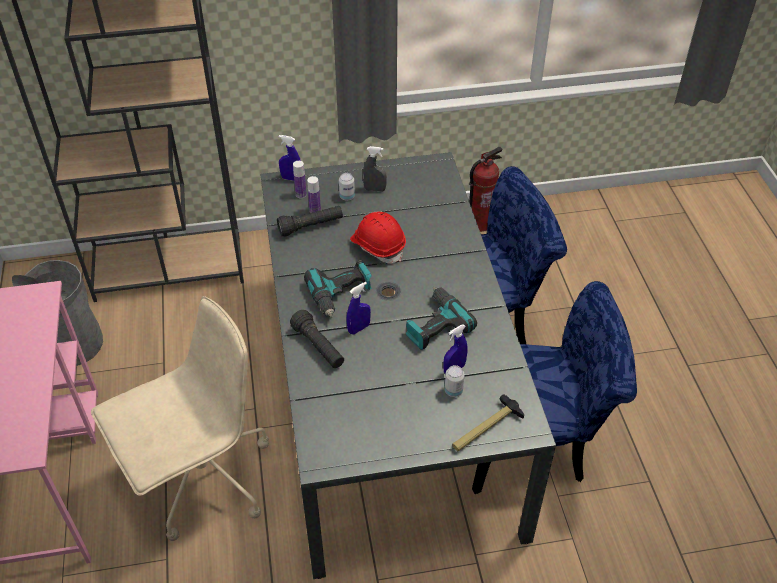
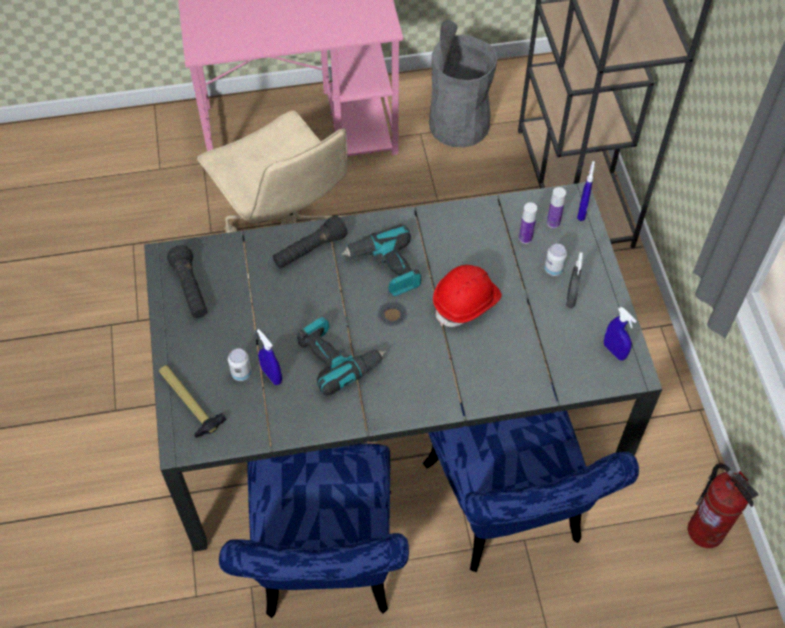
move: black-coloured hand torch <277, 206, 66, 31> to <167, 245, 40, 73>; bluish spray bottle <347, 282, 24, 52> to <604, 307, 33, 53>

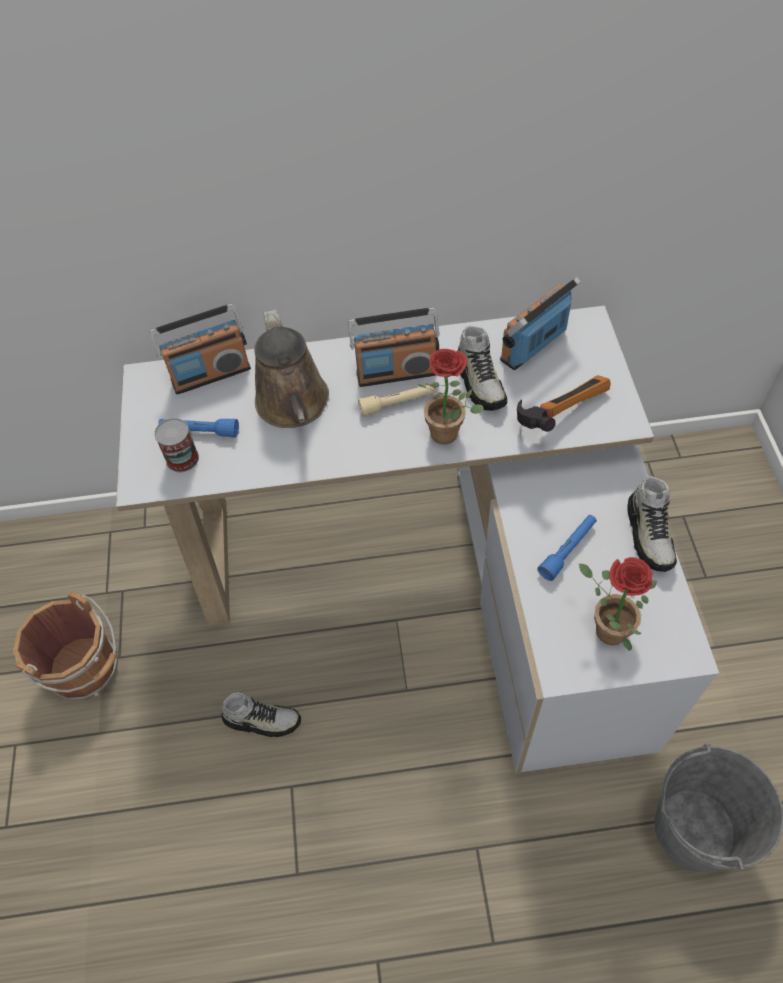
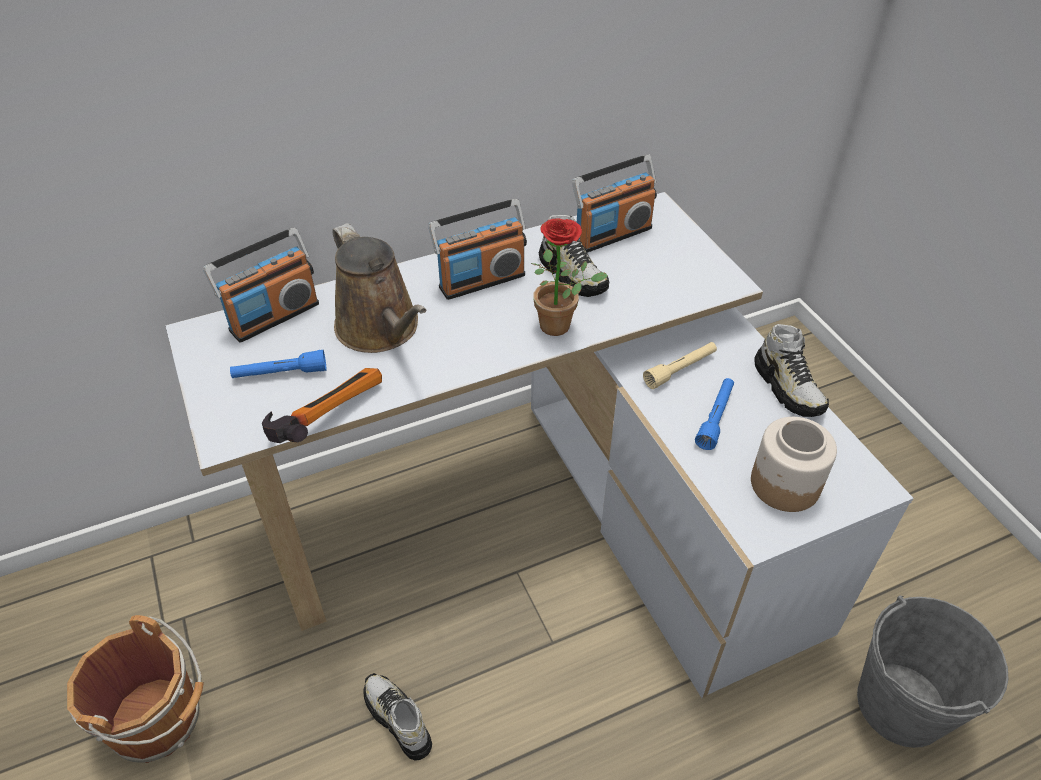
delete: sealed can <154, 418, 45, 54>
move: beige hand torch <358, 384, 78, 33> to <643, 342, 74, 47>; hammer <517, 375, 94, 57> to <262, 368, 120, 75>
replace: potted plant <579, 557, 78, 94> to preserve jar <751, 417, 86, 95>
rotate: shoe <221, 692, 80, 45> = <363, 673, 69, 88> 120 degrees counterclockwise; radio <500, 277, 81, 93> = <572, 155, 85, 98> 150 degrees counterclockwise

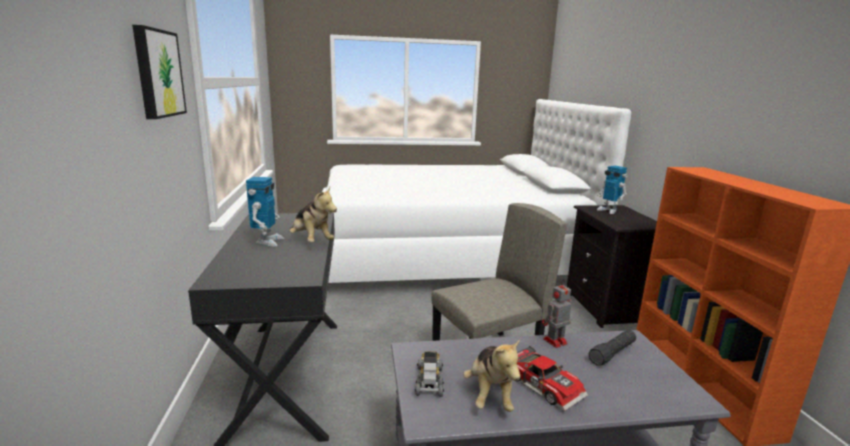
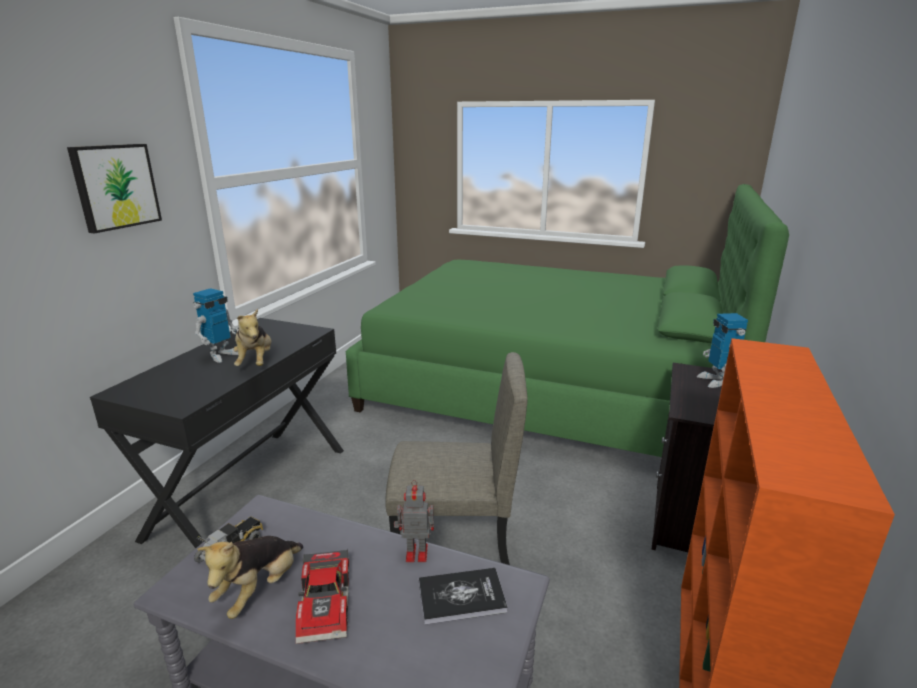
replace: black-coloured hand torch <589, 330, 47, 36> to bound book <419, 568, 89, 57>
recolor: whitish sleeping bed <322, 99, 309, 184> to greenish sleeping bed <346, 184, 443, 273>

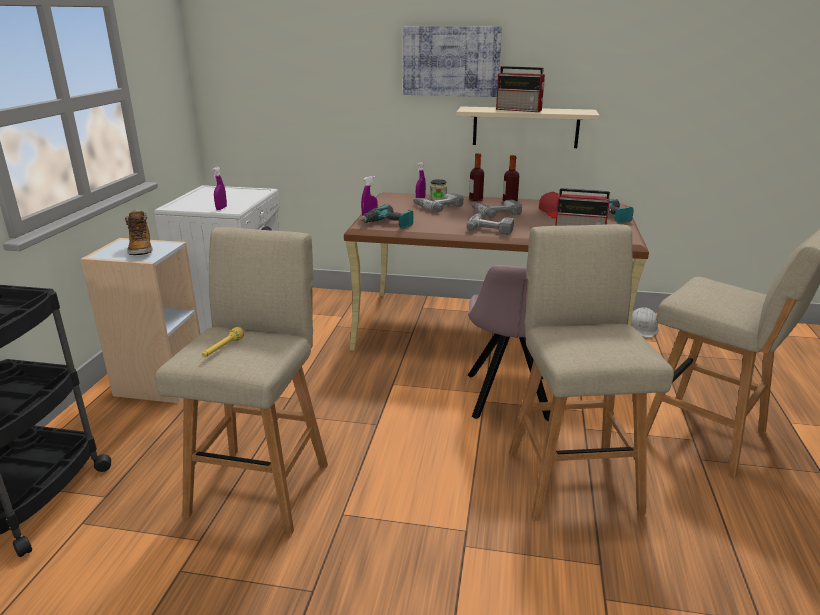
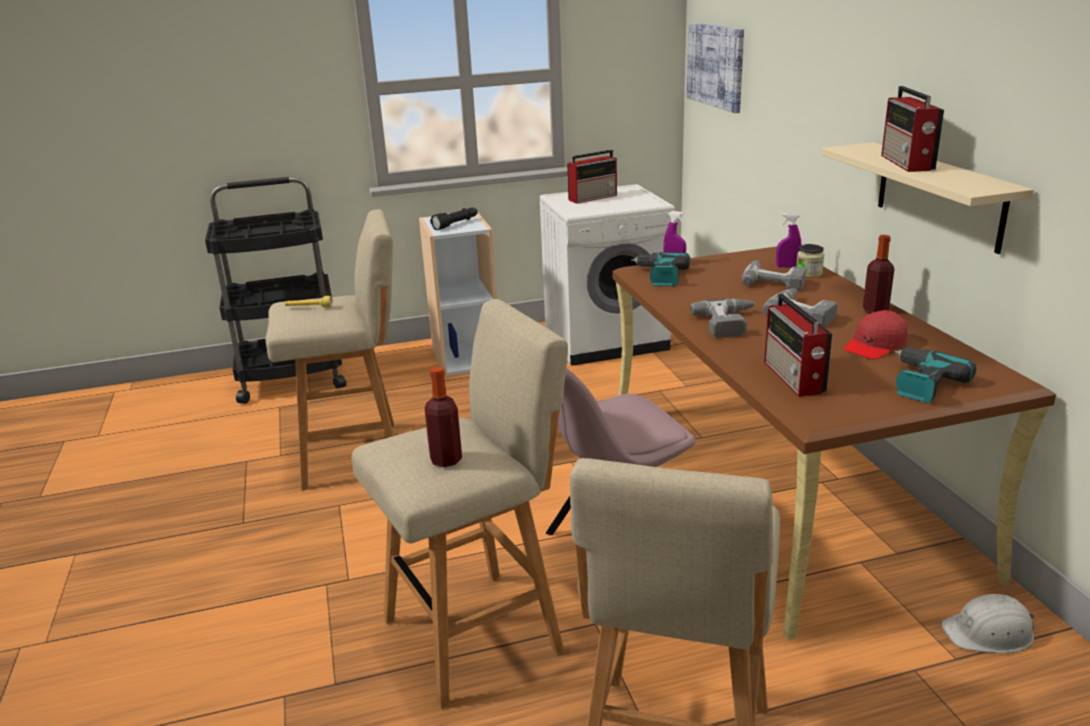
delete: purple spray bottle <212, 167, 15, 43>
insert: radio <567, 150, 50, 54>
move: wall picture <403, 26, 99, 71> to <687, 22, 57, 91>; drink bottle <469, 153, 15, 48> to <424, 366, 38, 101>
replace: boot <125, 210, 27, 45> to black-coloured hand torch <430, 207, 48, 23>

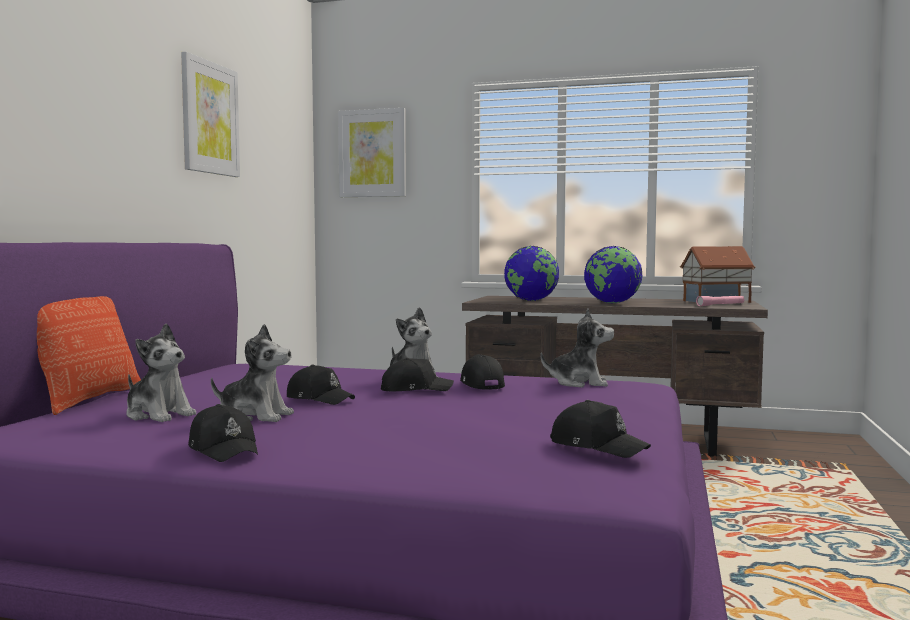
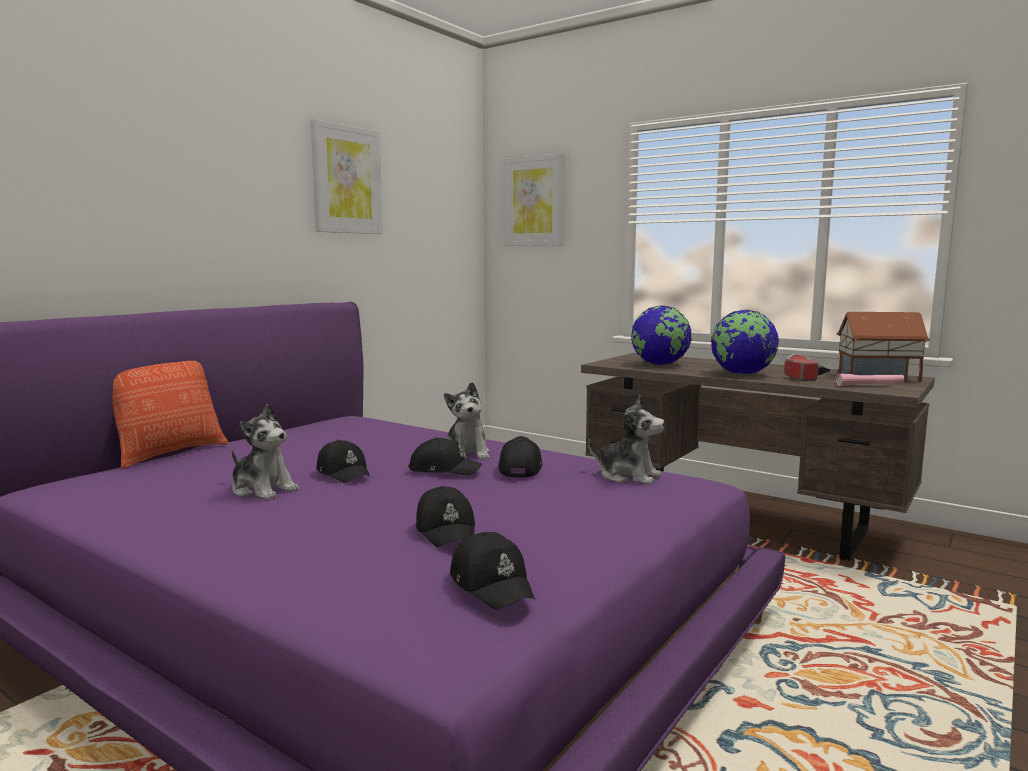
delete: cuddly toy <126, 323, 70, 99>
insert: hand torch <784, 354, 46, 27>
move: black-coloured cap <188, 404, 70, 58> to <416, 486, 59, 61>

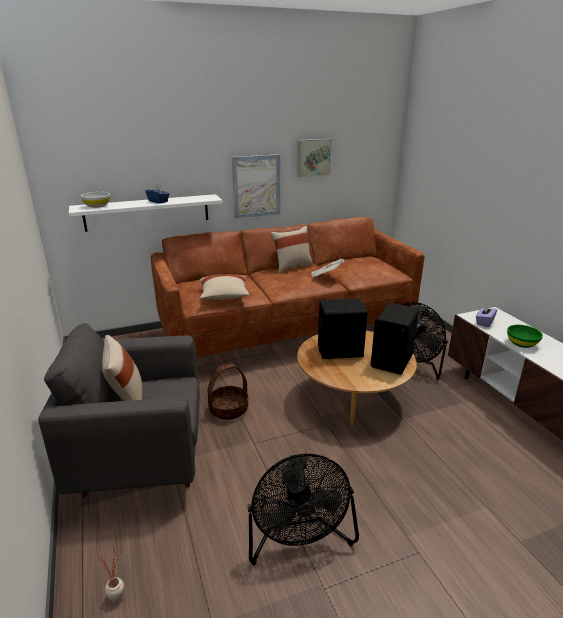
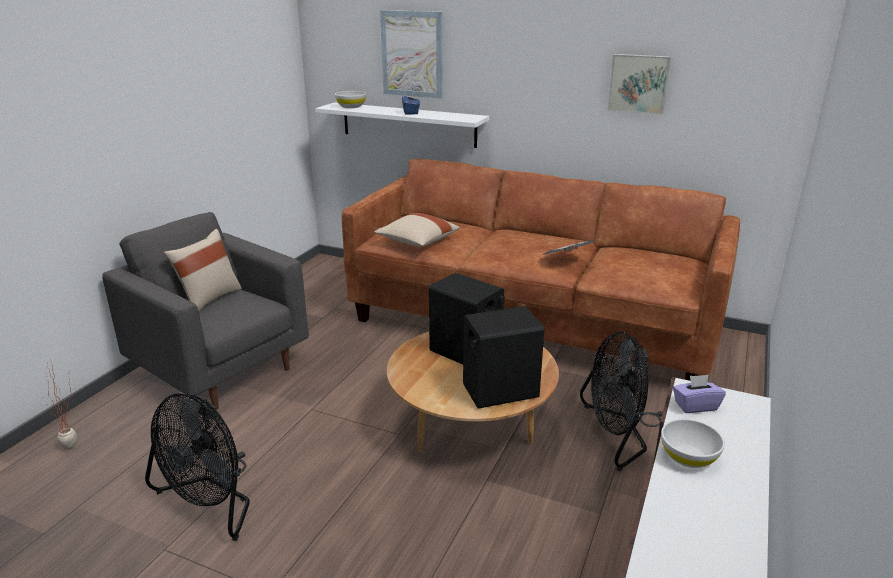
delete: household basket <207, 363, 41, 57>; beige throw pillow <270, 226, 43, 47>
move: wall picture <232, 154, 48, 64> to <380, 10, 63, 88>
recolor: greenish deep dish <507, 325, 36, 23> to whitish deep dish <661, 419, 64, 49>

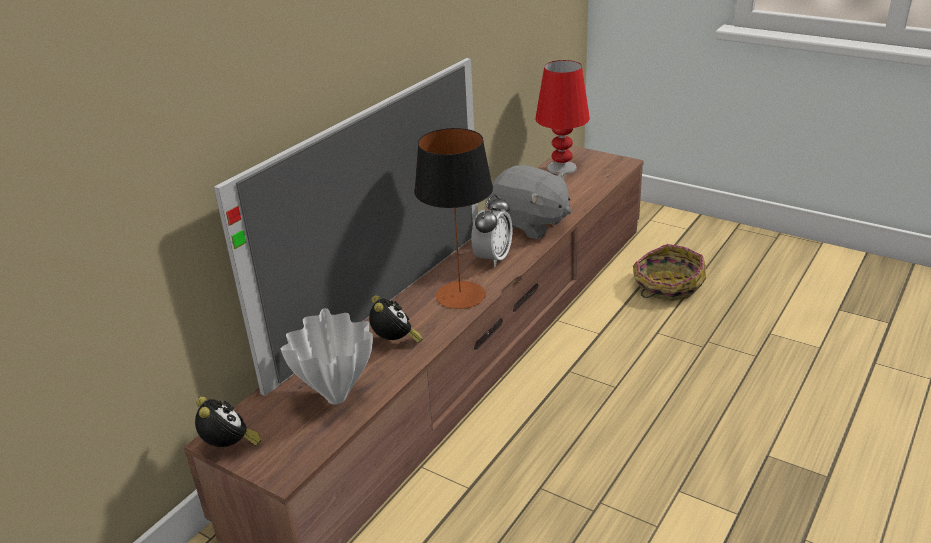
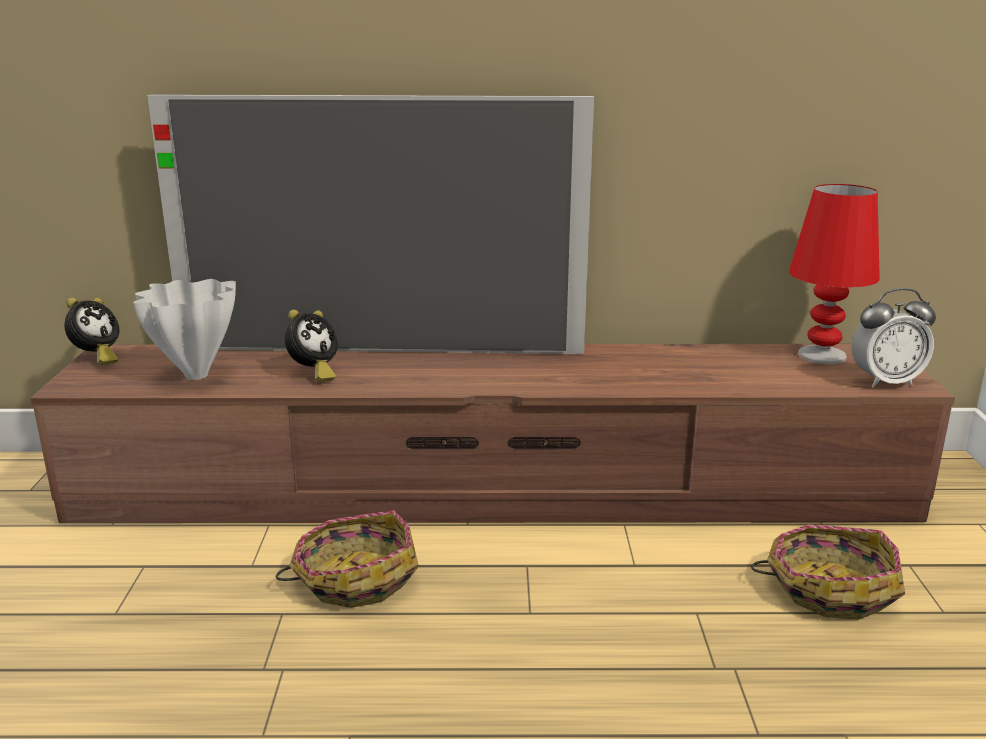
delete: table lamp <414, 128, 79, 181>; grey cuddly toy <488, 165, 83, 74>
insert: household basket <276, 510, 143, 98>
move: alarm clock <471, 194, 42, 73> to <851, 288, 85, 100>

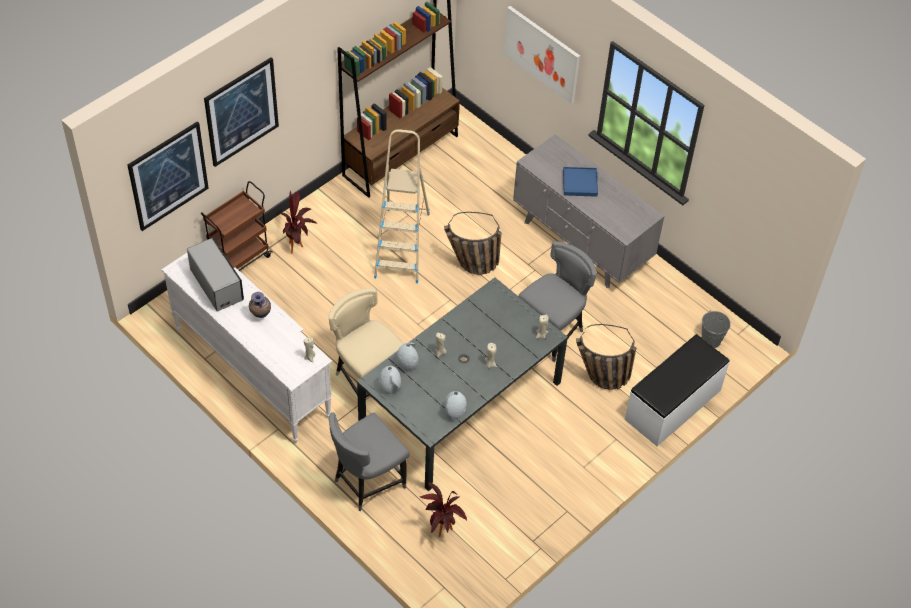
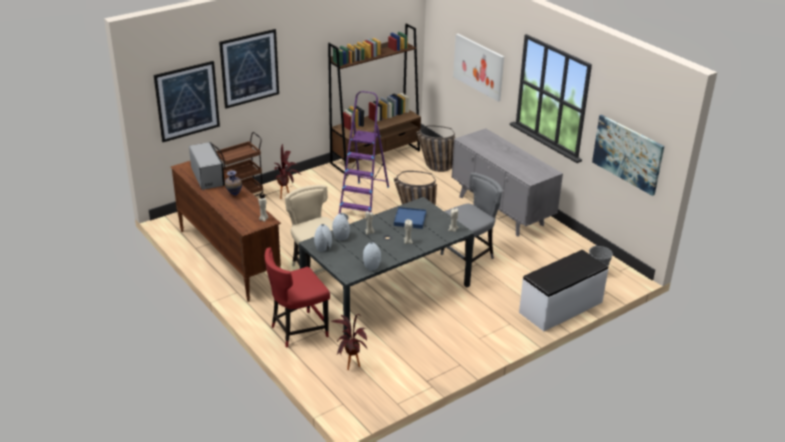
insert: wall picture <592, 115, 72, 81>
move: bluish tray <563, 167, 35, 30> to <394, 207, 32, 22>; household basket <576, 324, 60, 66> to <417, 125, 39, 47>
recolor: whitish cabinet <161, 253, 171, 190> to brown cabinet <170, 161, 111, 141>; grey plain chair <329, 412, 81, 99> to reddish plain chair <265, 247, 65, 100>; beige step stool <374, 129, 56, 154> to purple step stool <339, 91, 50, 122>

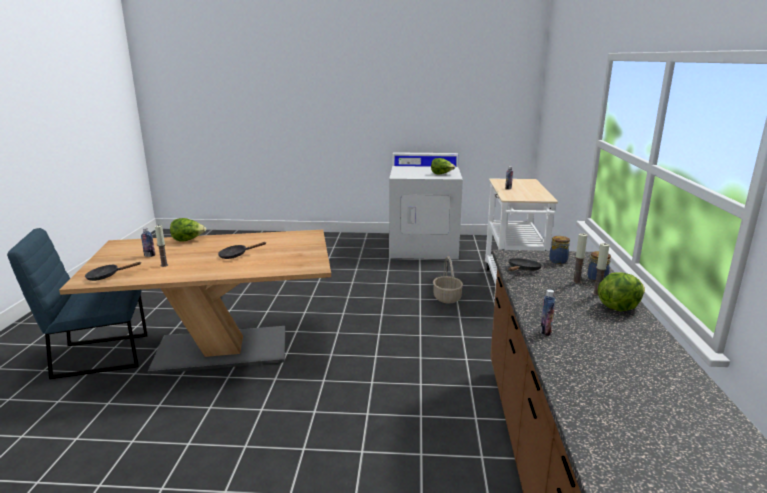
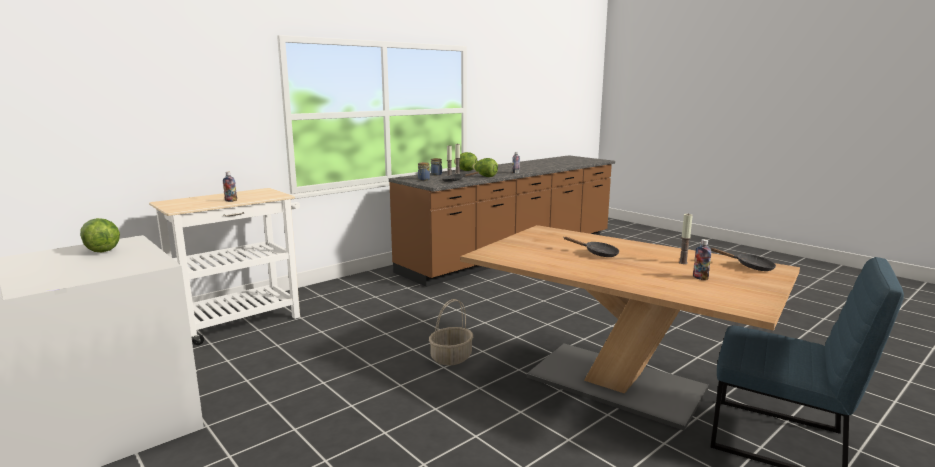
move: lettuce <170, 218, 36, 24> to <472, 158, 26, 19>; household basket <433, 256, 30, 47> to <429, 299, 44, 67>

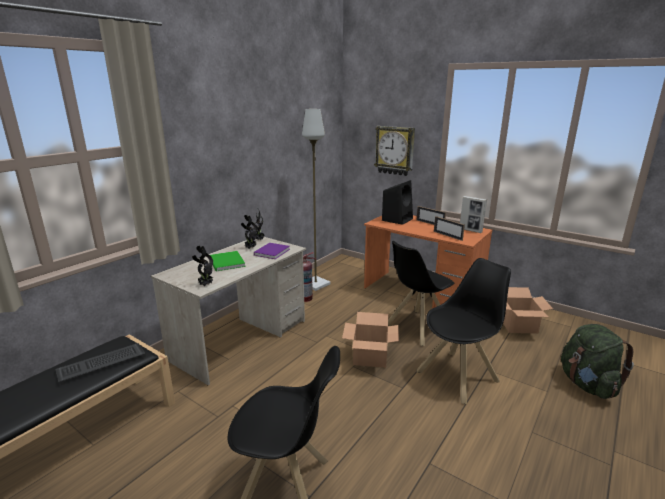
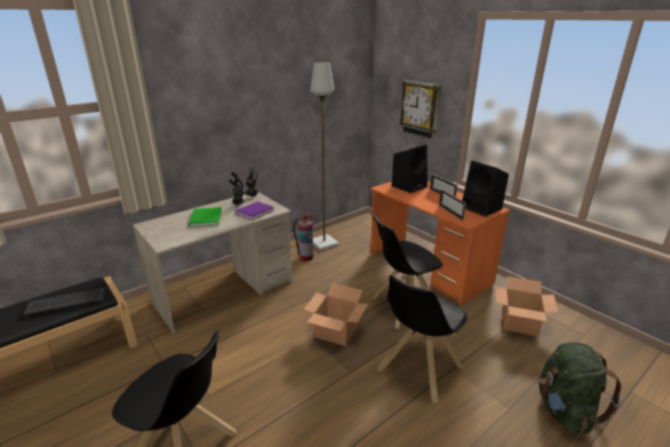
delete: potted plant <192, 246, 21, 40>
replace: picture frame <460, 196, 27, 37> to black-coloured speaker <462, 161, 47, 56>
rotate: black-coloured plain chair <416, 258, 95, 146> = <377, 275, 91, 128> 150 degrees clockwise

